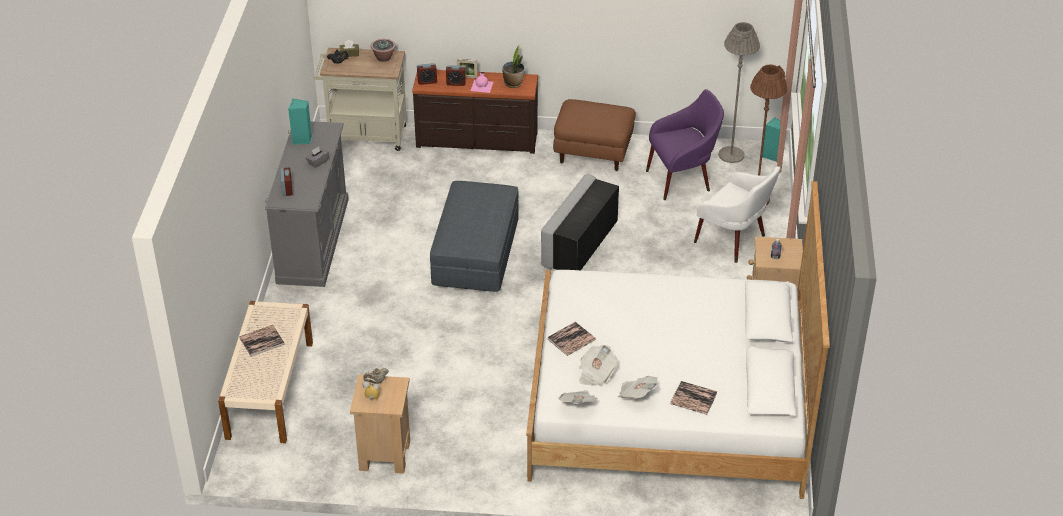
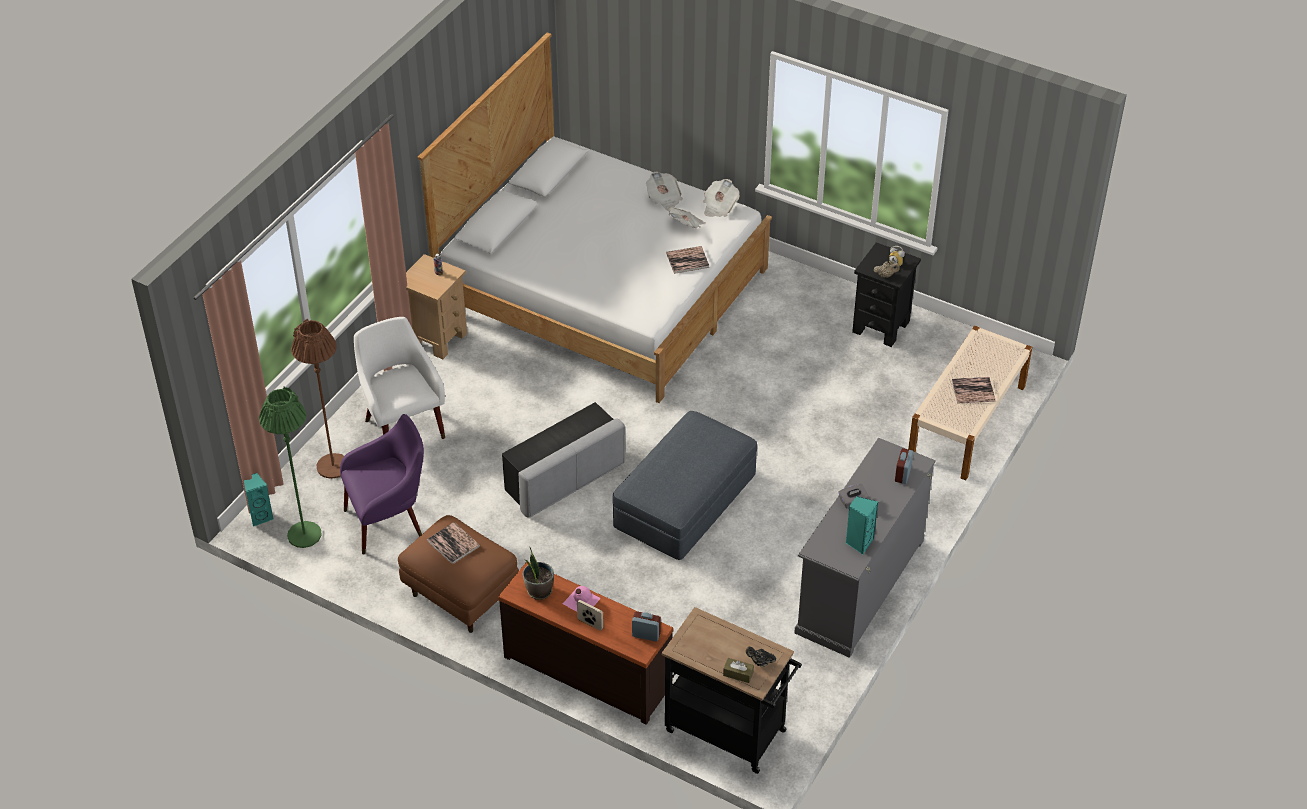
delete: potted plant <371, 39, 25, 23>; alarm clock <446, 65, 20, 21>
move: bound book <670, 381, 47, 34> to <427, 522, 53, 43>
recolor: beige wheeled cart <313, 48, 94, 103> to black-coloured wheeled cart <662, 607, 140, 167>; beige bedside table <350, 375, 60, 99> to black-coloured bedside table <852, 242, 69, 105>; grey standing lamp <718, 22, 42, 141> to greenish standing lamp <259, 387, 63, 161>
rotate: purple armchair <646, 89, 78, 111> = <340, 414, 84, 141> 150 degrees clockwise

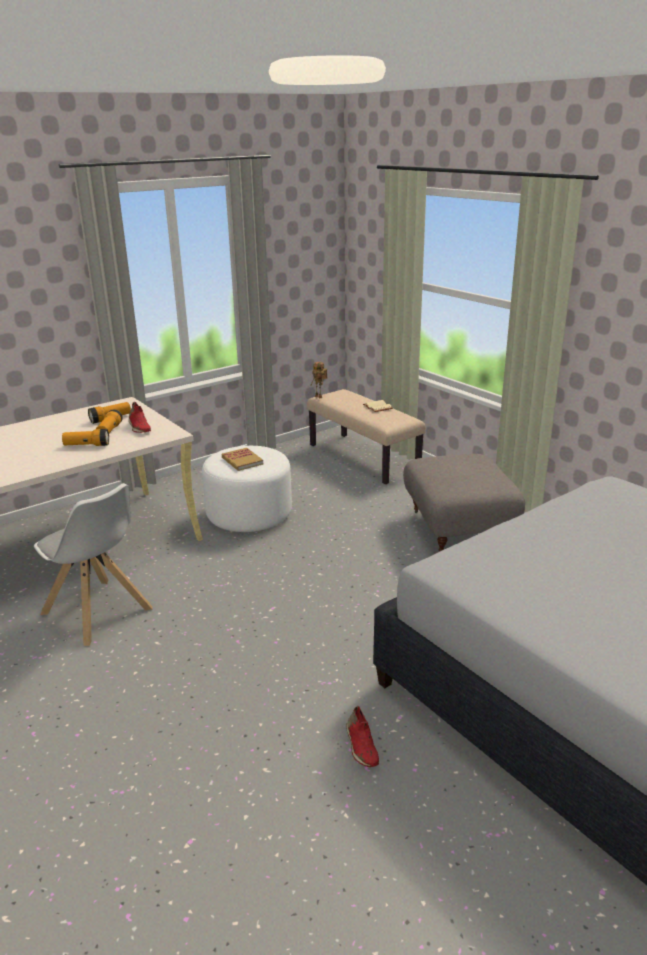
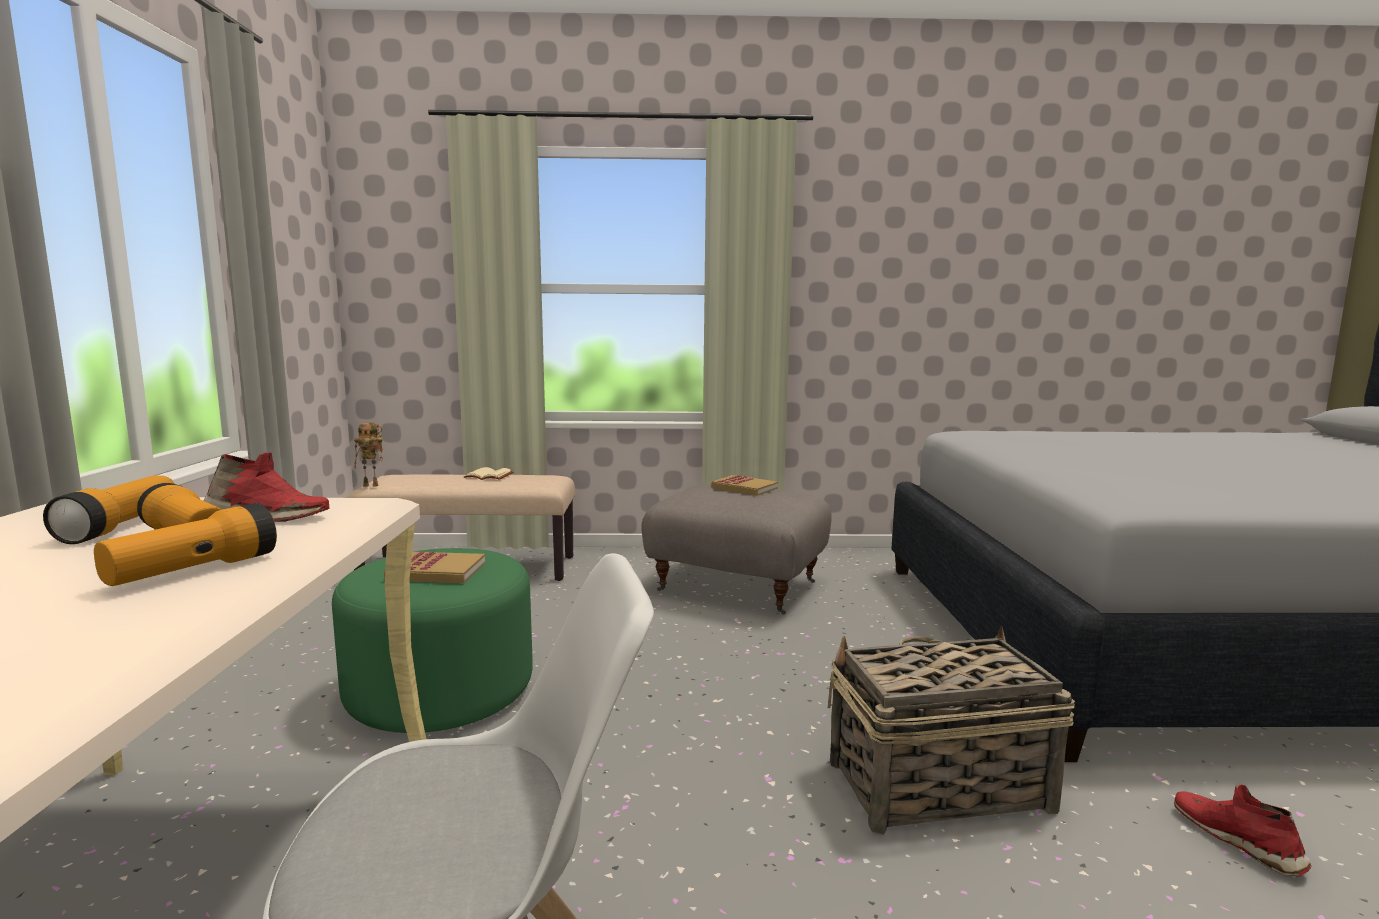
insert: bound book <711, 475, 67, 21>; household basket <828, 626, 247, 209>
recolor: whitish ottoman <202, 446, 90, 86> to greenish ottoman <332, 548, 201, 185>
rotate: reddish shoe <346, 705, 33, 62> = <1174, 784, 138, 93> 135 degrees counterclockwise

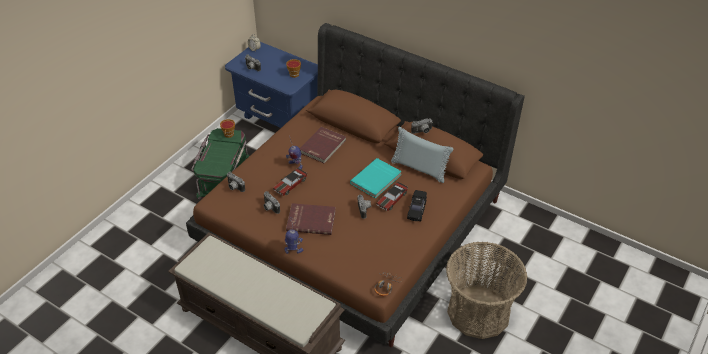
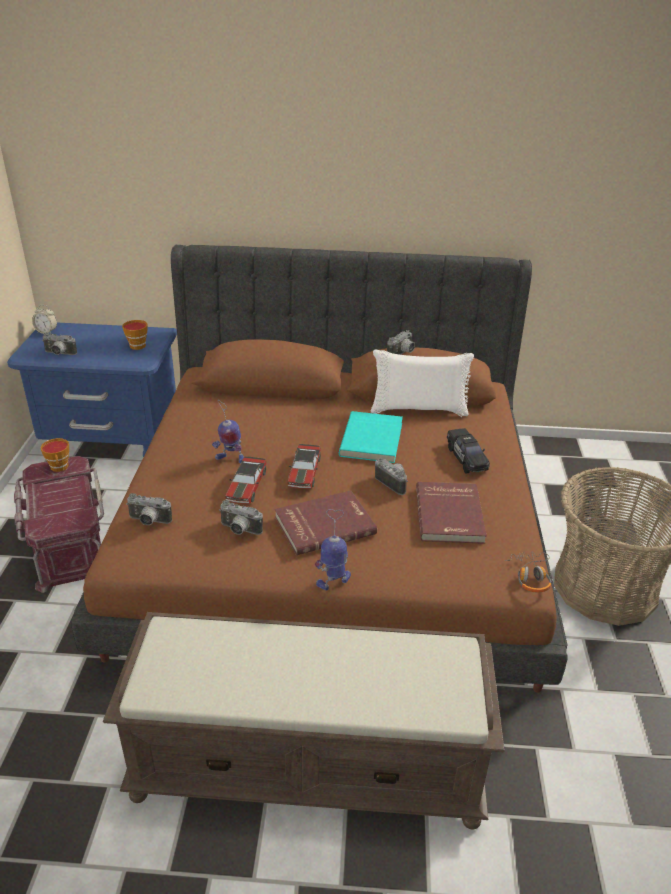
move: reddish bound book <300, 127, 46, 37> to <416, 482, 71, 62>; miniature car <377, 182, 31, 29> to <288, 444, 33, 45>
recolor: greenish storage container <191, 128, 58, 71> to reddish storage container <14, 456, 90, 137>; bluish throw pillow <391, 127, 62, 56> to whitish throw pillow <371, 349, 103, 68>

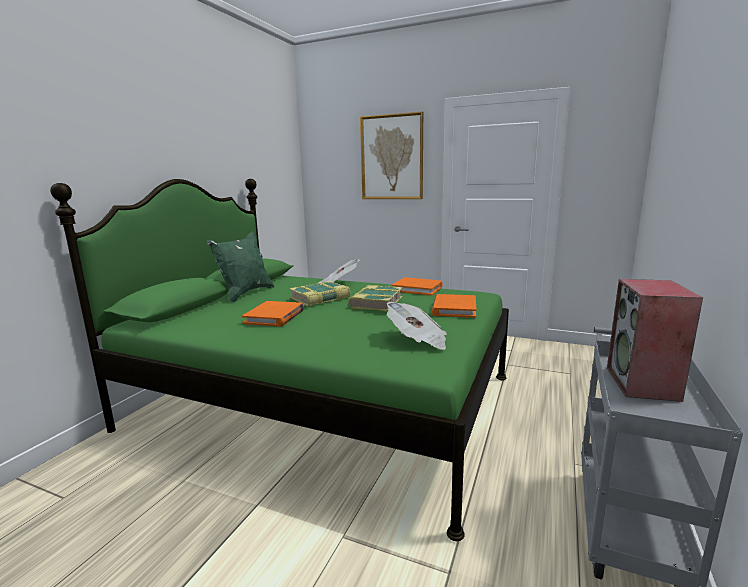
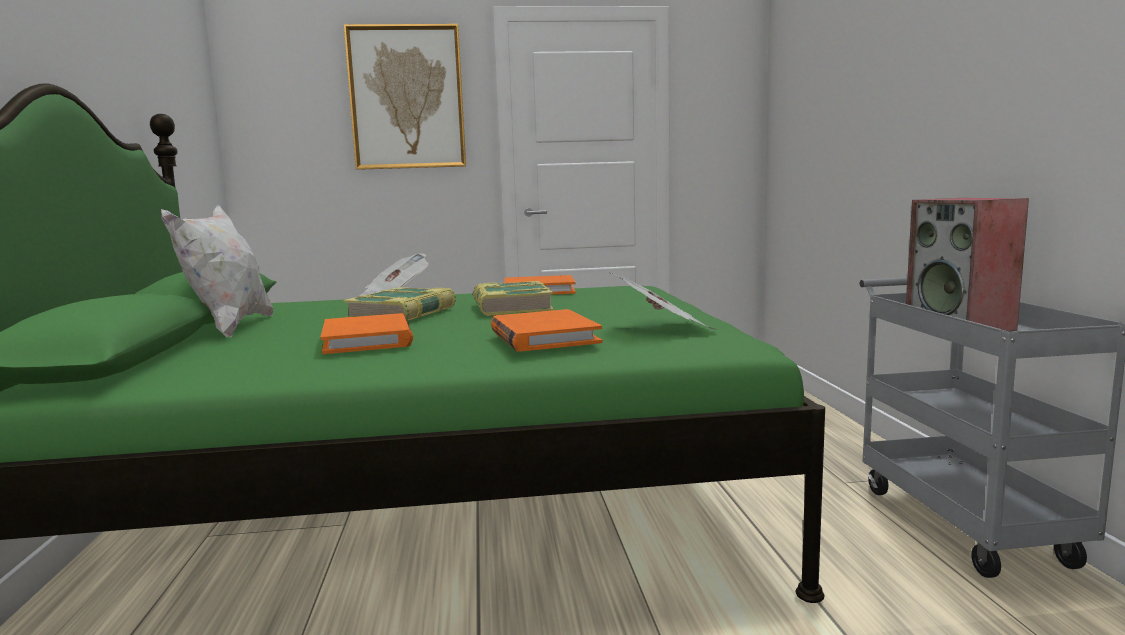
move: orange-coloured bound book <432, 294, 44, 24> to <491, 309, 111, 43>
recolor: greenish throw pillow <207, 231, 67, 71> to whitish throw pillow <161, 205, 112, 132>

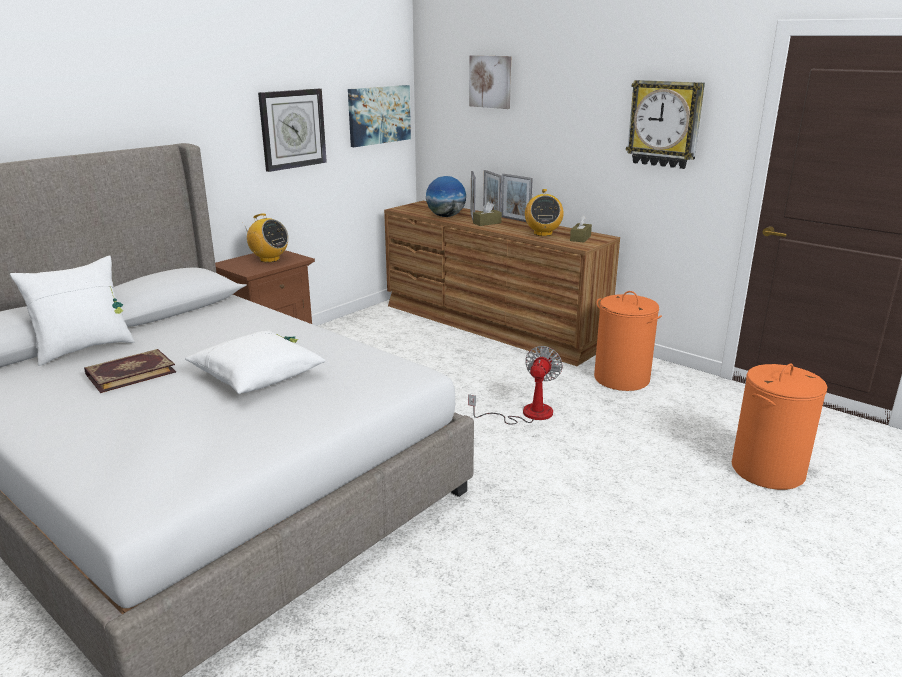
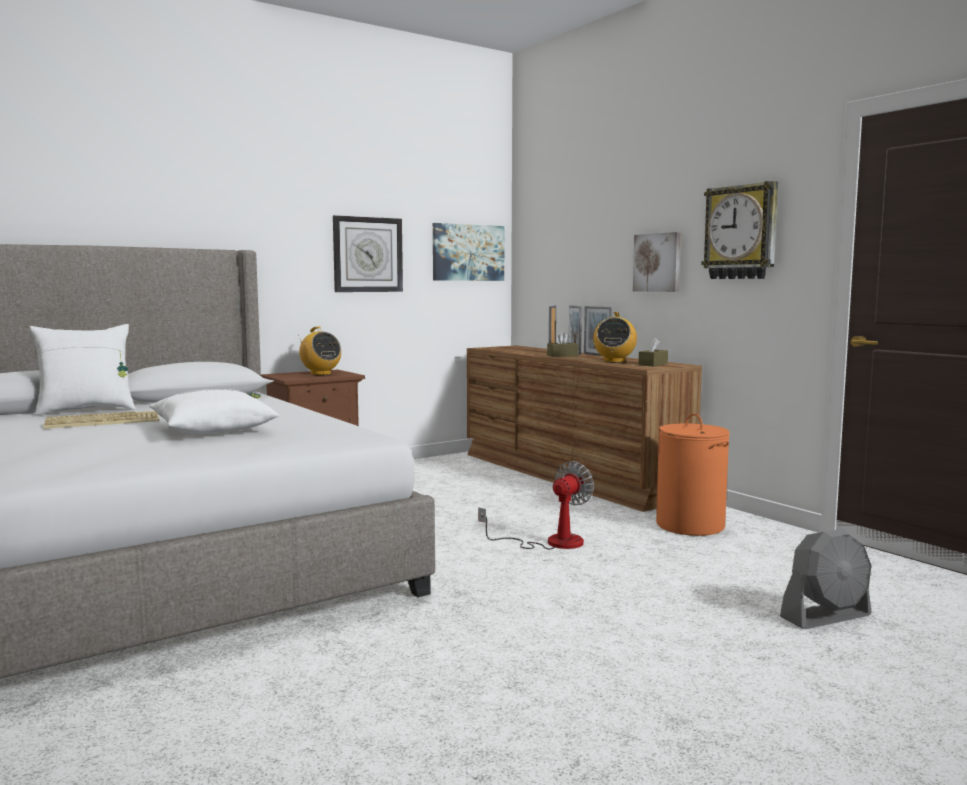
delete: globe <426, 176, 40, 41>
move: wall picture <469, 55, 42, 54> to <633, 232, 48, 60>
replace: bound book <84, 349, 92, 44> to PC keyboard <43, 411, 116, 18>; orange-coloured hamper <732, 364, 95, 126> to grey cooling fan <780, 529, 92, 100>

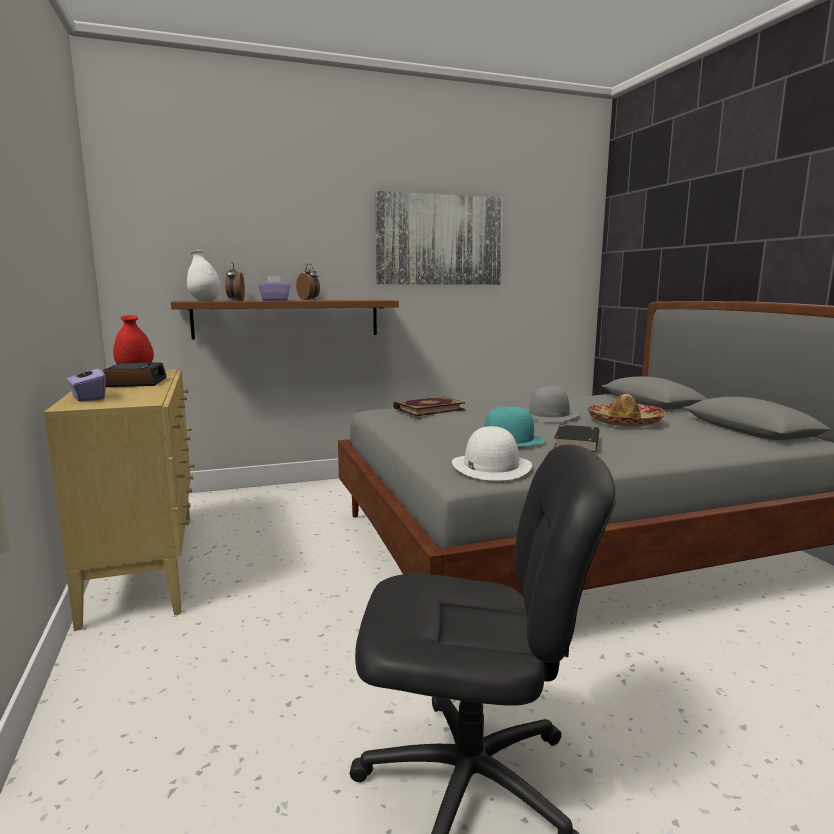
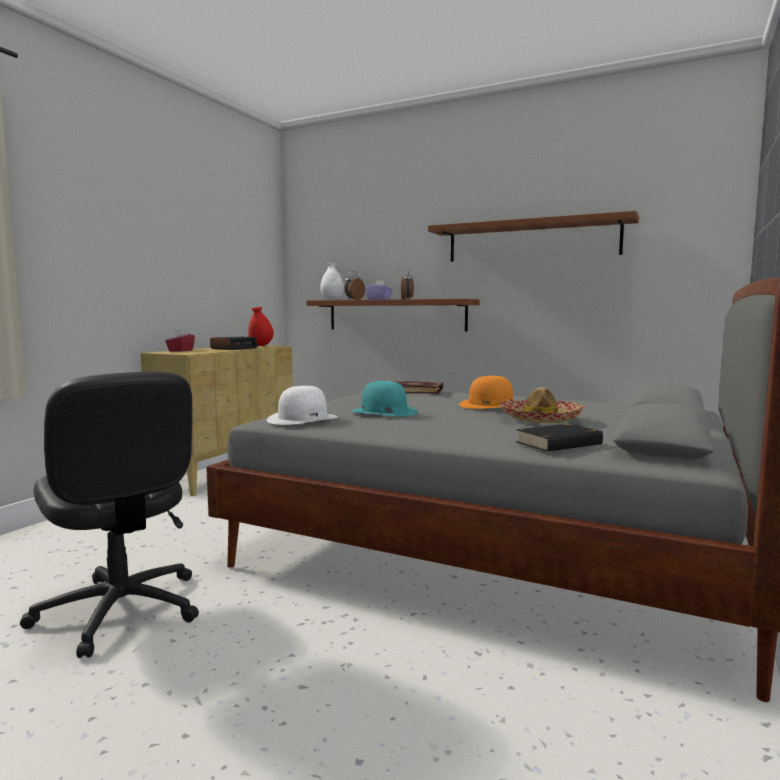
move: black-coloured bound book <554, 425, 45, 27> to <516, 424, 87, 28>
replace: wall picture <375, 191, 128, 94> to brown wall shelf <428, 211, 211, 51>
recolor: purple box of tissues <67, 364, 39, 38> to reddish box of tissues <165, 329, 30, 23>; grey hat <524, 386, 55, 36> to orange-coloured hat <459, 376, 54, 33>

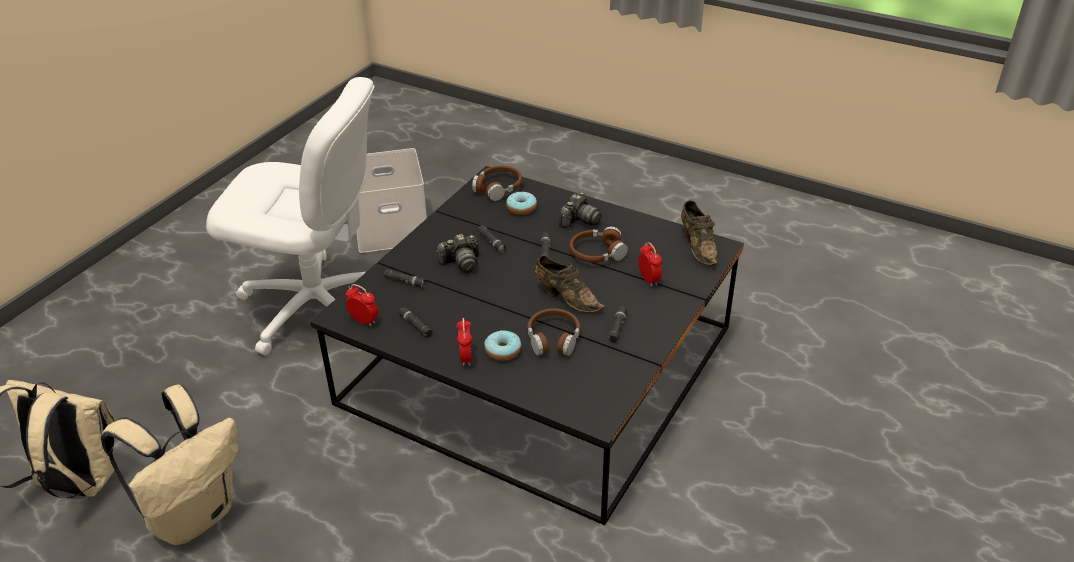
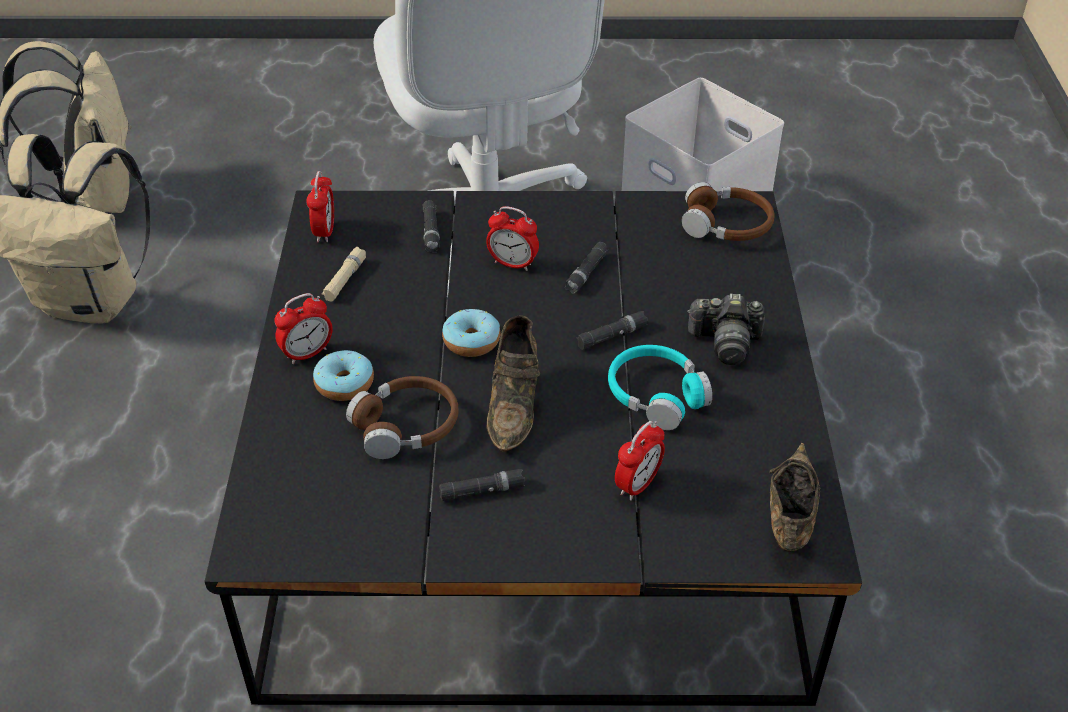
move: doughnut <506, 192, 31, 23> to <442, 309, 58, 48>
replace: still camera <436, 234, 43, 39> to alarm clock <486, 206, 53, 65>
recolor: black-coloured hand torch <398, 307, 35, 31> to beige hand torch <322, 247, 44, 54>; brown headphones <569, 227, 59, 36> to turquoise-coloured headphones <608, 345, 104, 85>
rotate: brown shoe <681, 200, 37, 66> = <769, 443, 51, 109> 150 degrees clockwise

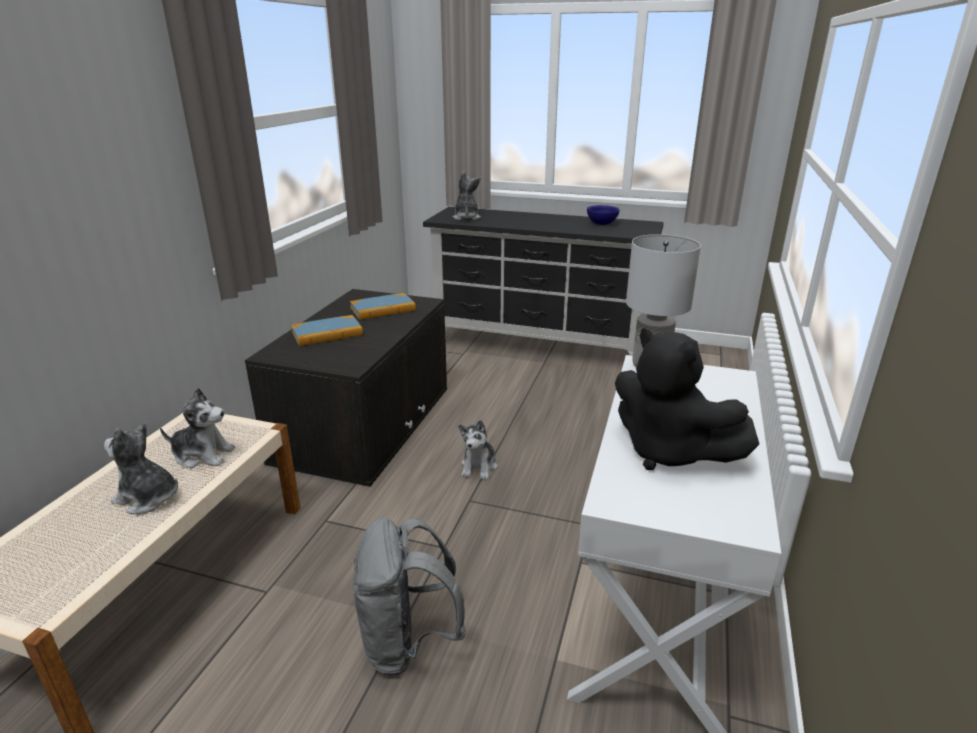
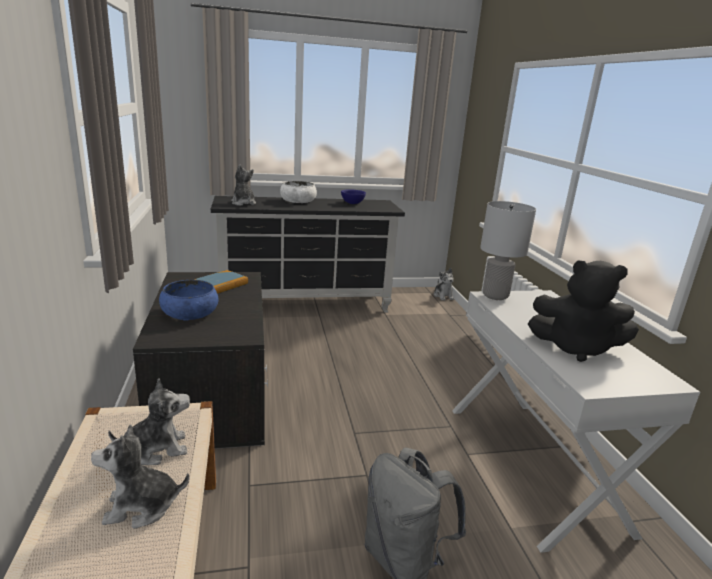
insert: whitish deep dish <280, 181, 37, 22>
move: cuddly toy <458, 420, 40, 60> to <434, 268, 21, 32>
replace: bound book <291, 315, 72, 31> to bluish deep dish <159, 280, 59, 41>

